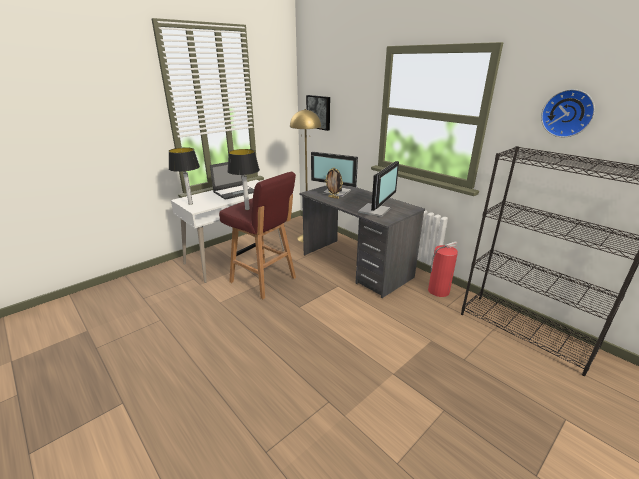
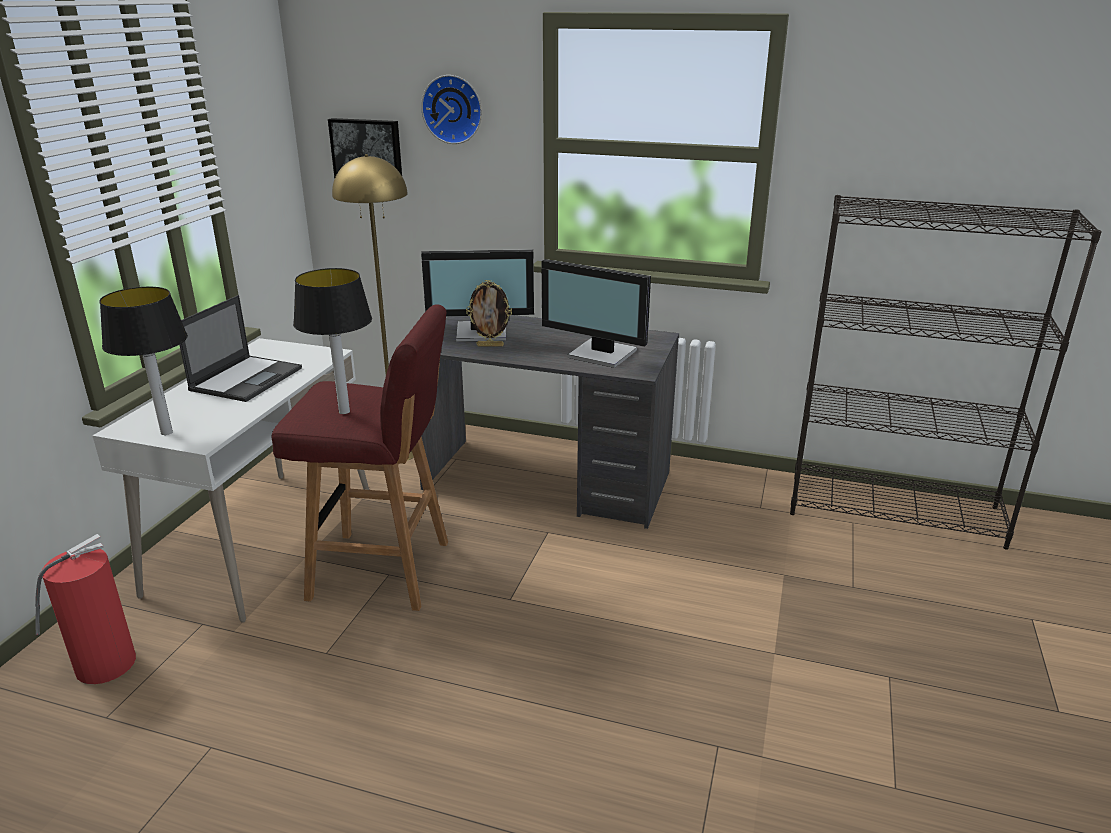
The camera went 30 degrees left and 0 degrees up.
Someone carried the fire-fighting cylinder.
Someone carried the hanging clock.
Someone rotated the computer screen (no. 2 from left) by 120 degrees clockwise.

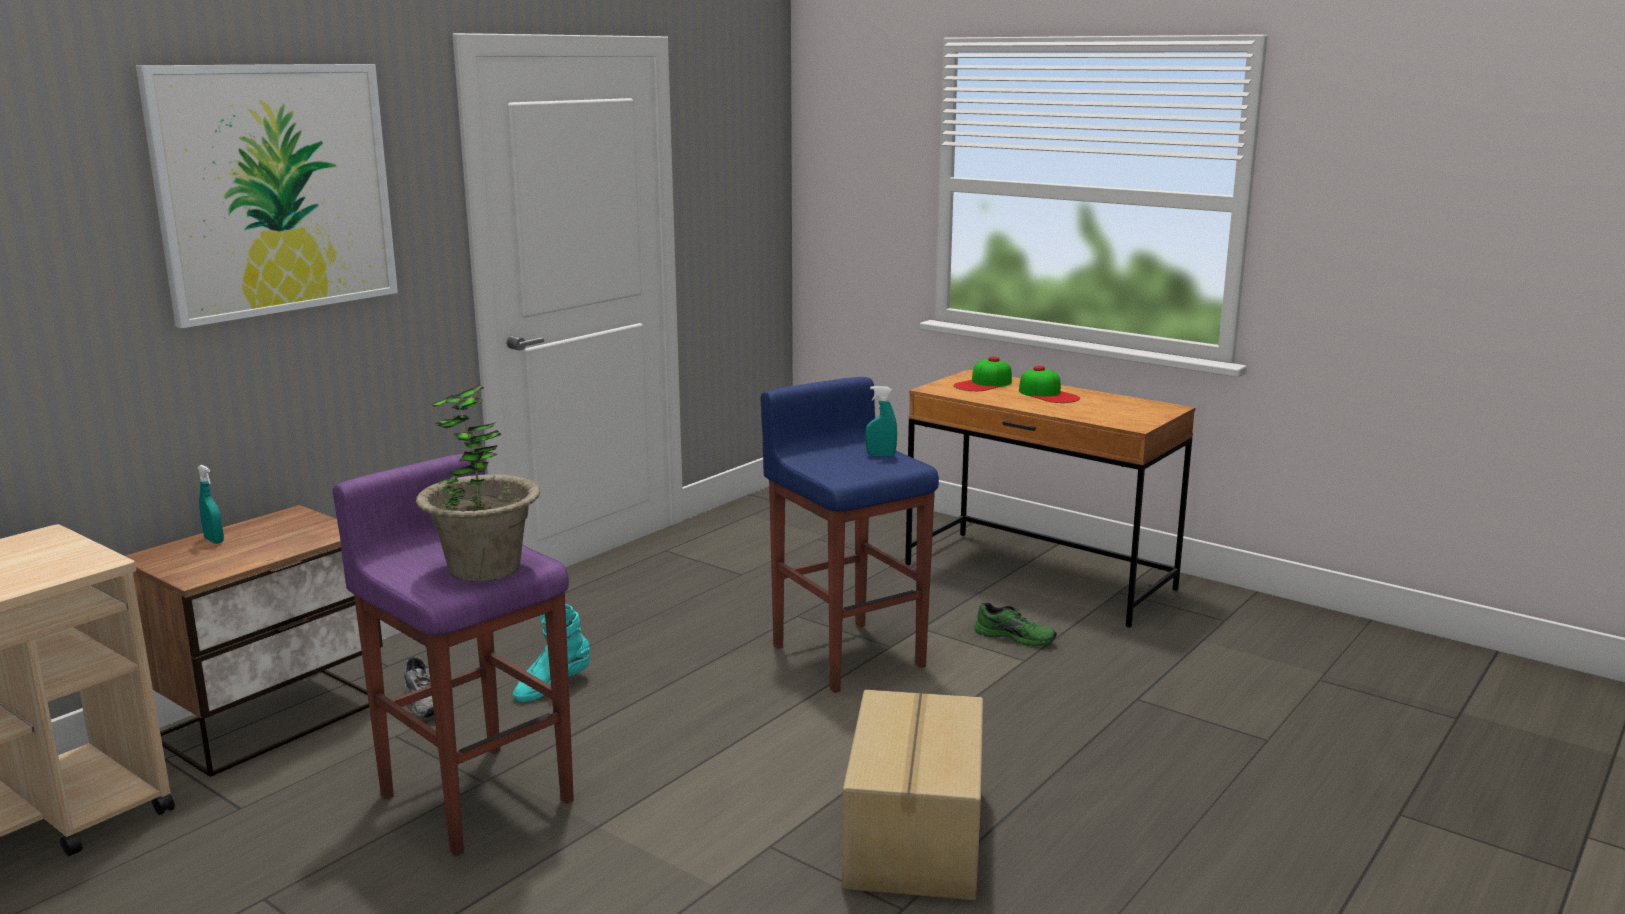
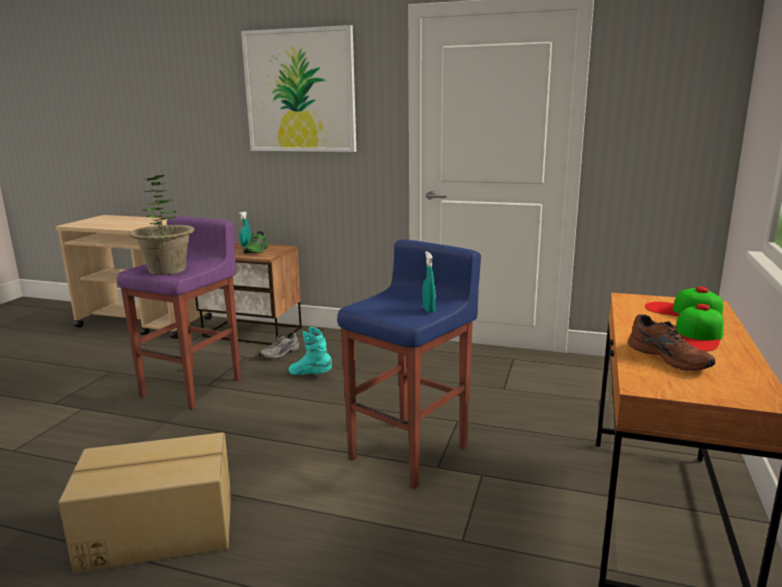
The camera went 70 degrees right and 0 degrees up.
Someone put down the brown-coloured item of footwear.
Someone carried the green item of footwear.

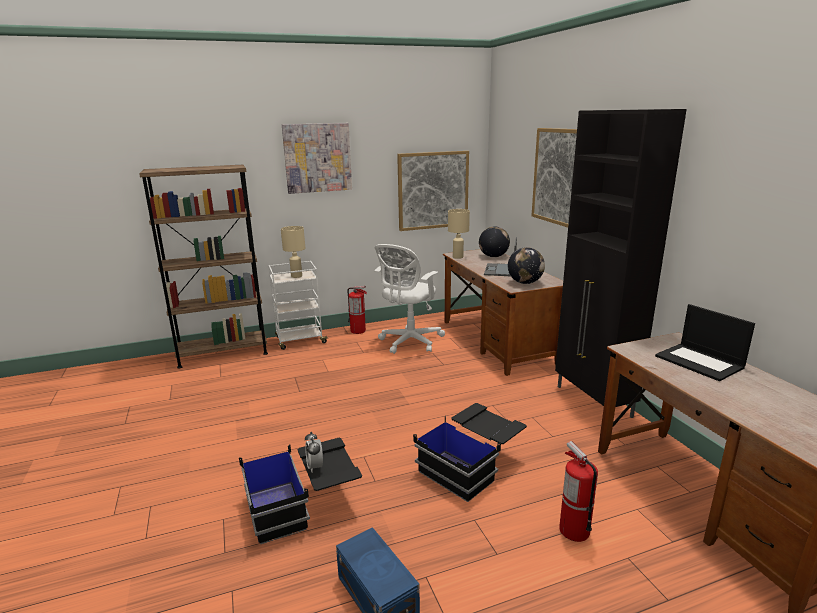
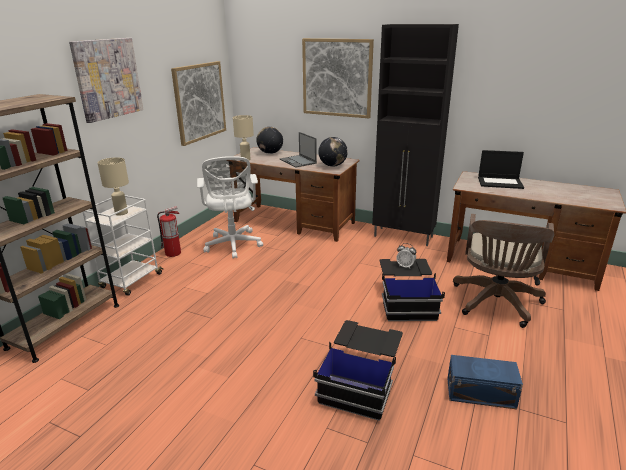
The camera went 45 degrees left and 5 degrees up.
Someone carried the bedside clock.
Someone swapped the fire-fighting cylinder (no. 2 from left) for the brown-coloured computer chair.

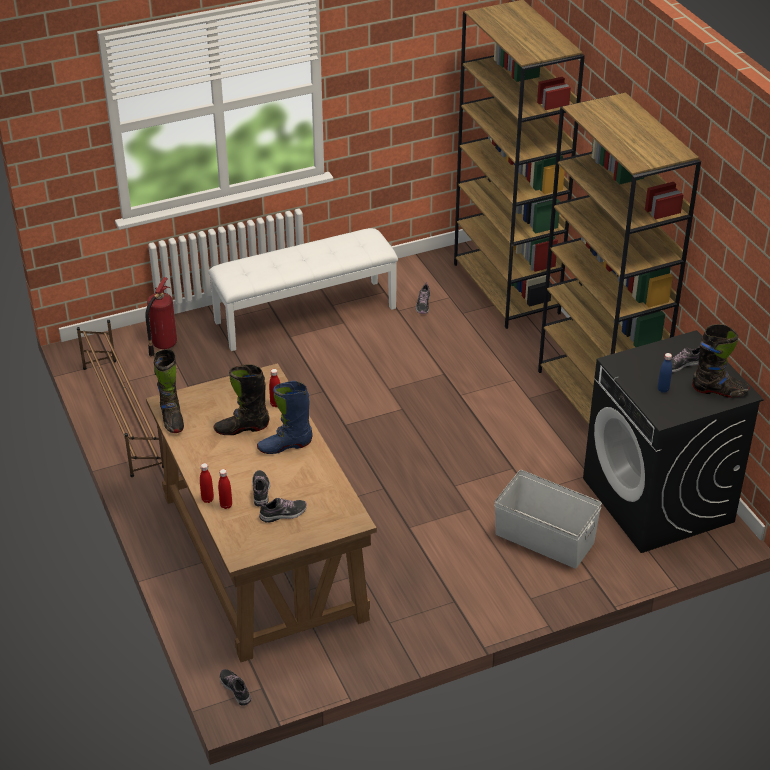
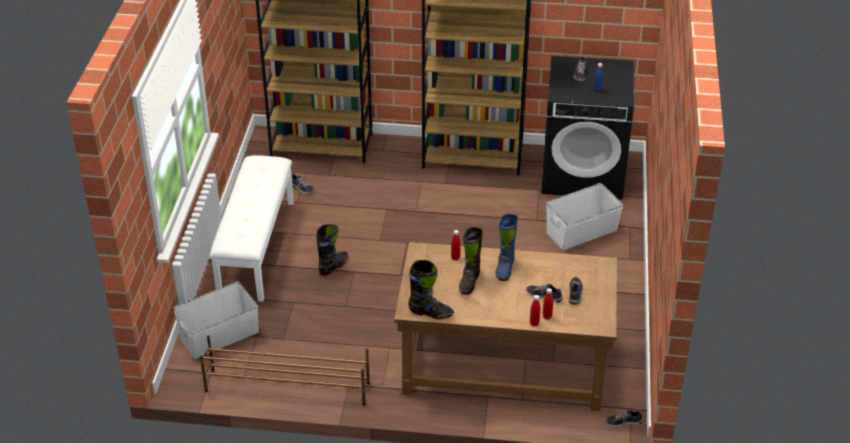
The camera went 60 degrees left and 0 degrees up.
Someone carried the black-coloured high-top boot (no. 3 from left in the first image).
Someone swapped the fire-fighting cylinder for the whitish storage bin (no. 1 from left).

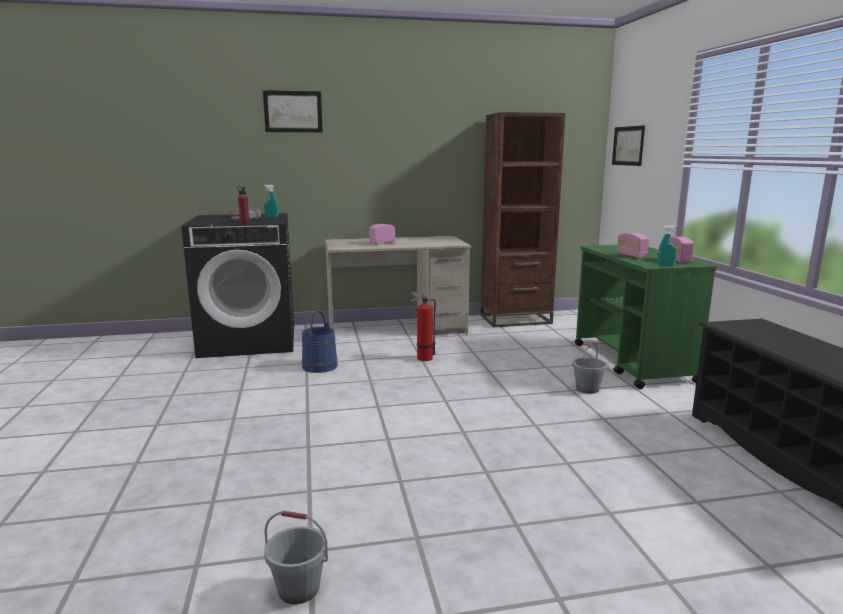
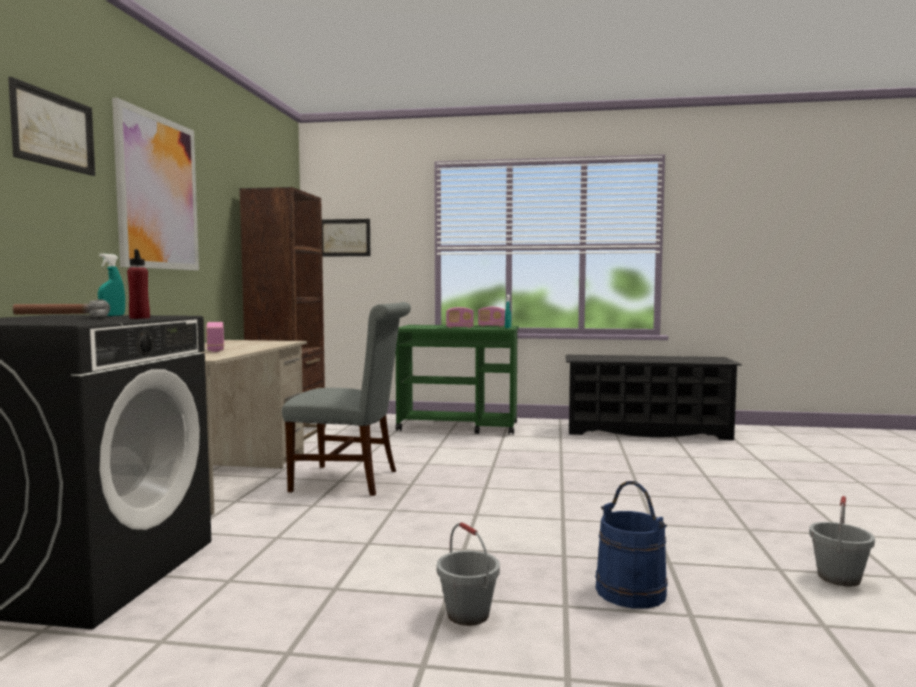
The camera went 70 degrees left and 10 degrees down.
Someone put up the wall picture (no. 2 from left).
Someone carried the blue-coloured bucket.
Someone carried the grey bucket (no. 2 from left in the first image).
Someone swapped the fire-fighting cylinder for the grey chair.

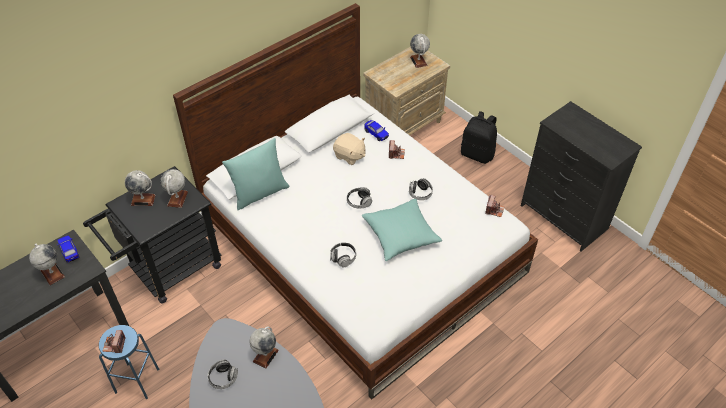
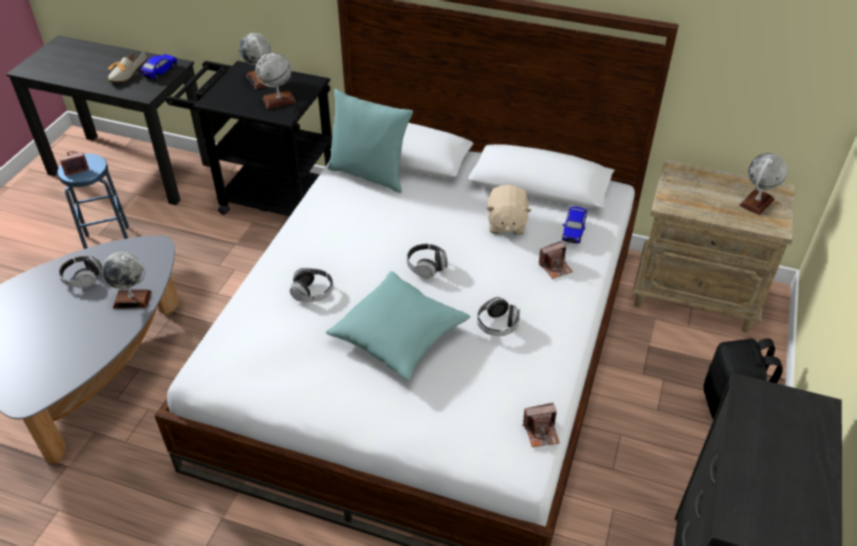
The camera went 60 degrees right and 5 degrees down.
Someone swapped the globe (no. 1 from left) for the item of footwear.

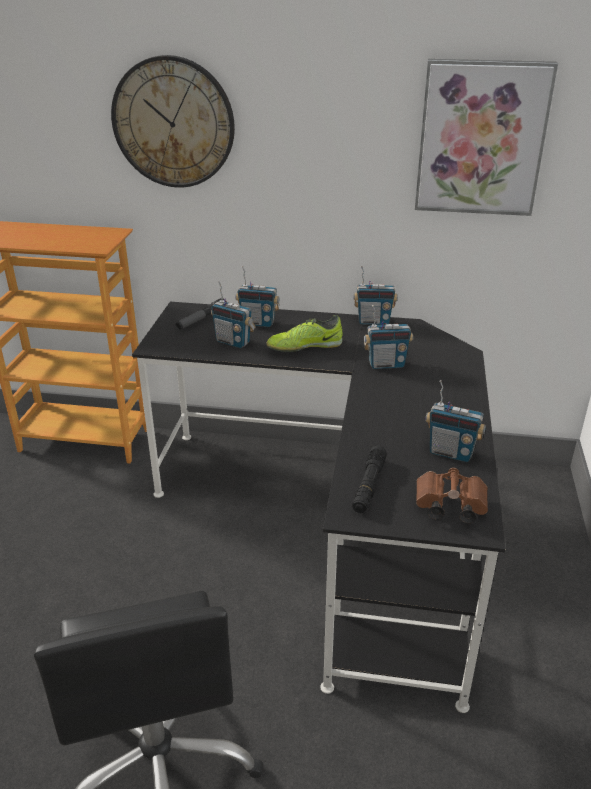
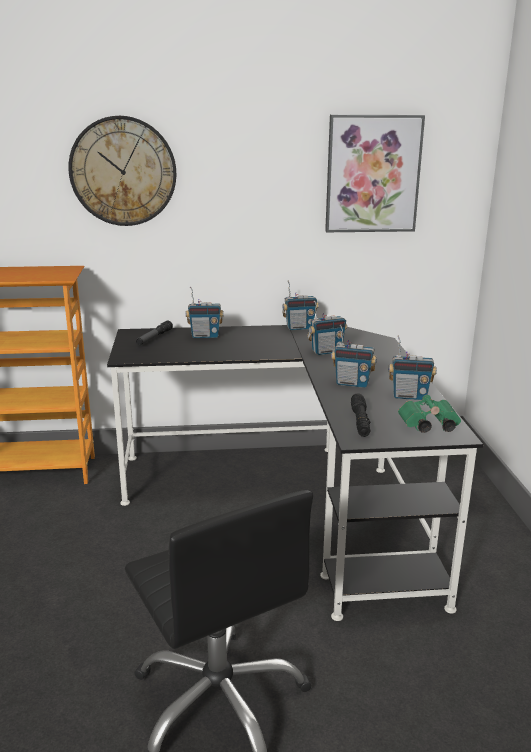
The camera went 15 degrees left and 10 degrees down.
Someone took away the item of footwear.
Someone carried the radio receiver (no. 1 from left in the first image).
Someone repainted the brown-coloured binoculars, which became the green binoculars.

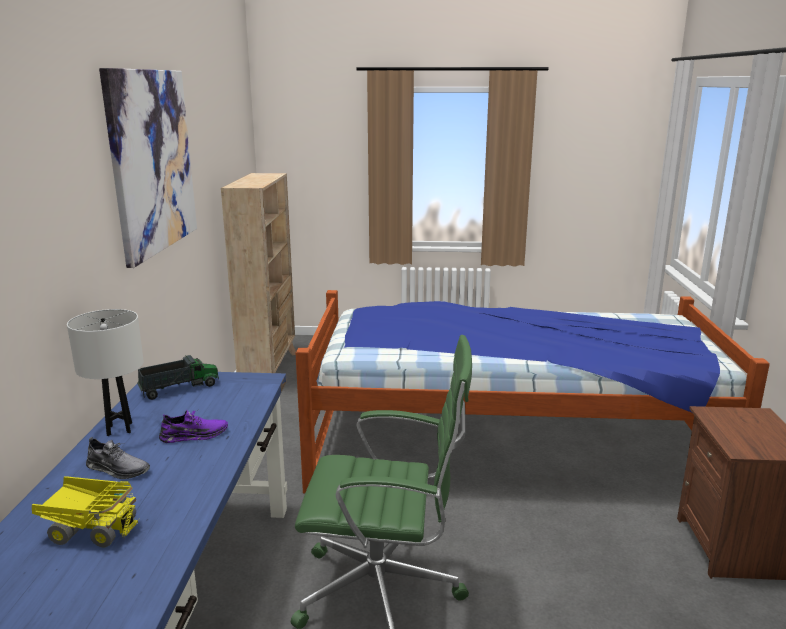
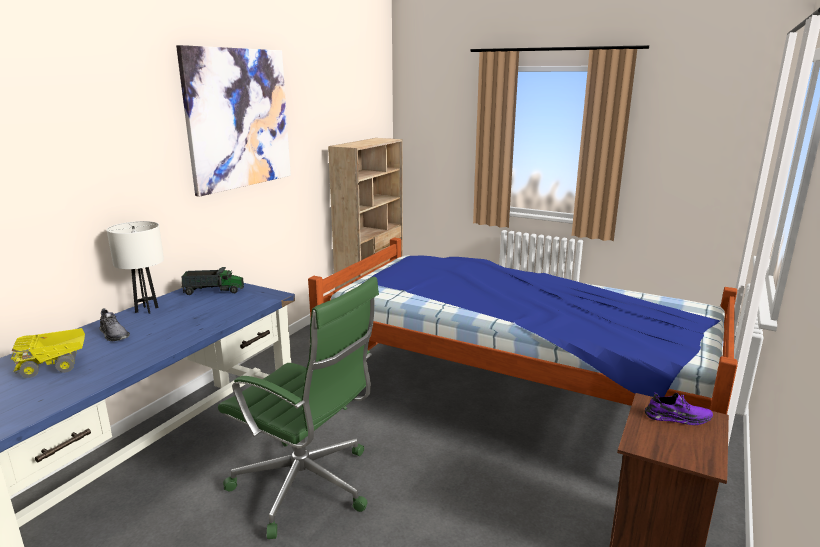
The camera went 25 degrees right and 0 degrees up.
Someone carried the purple-coloured item of footwear.
Someone rotated the model truck (no. 1 from left) by 120 degrees clockwise.

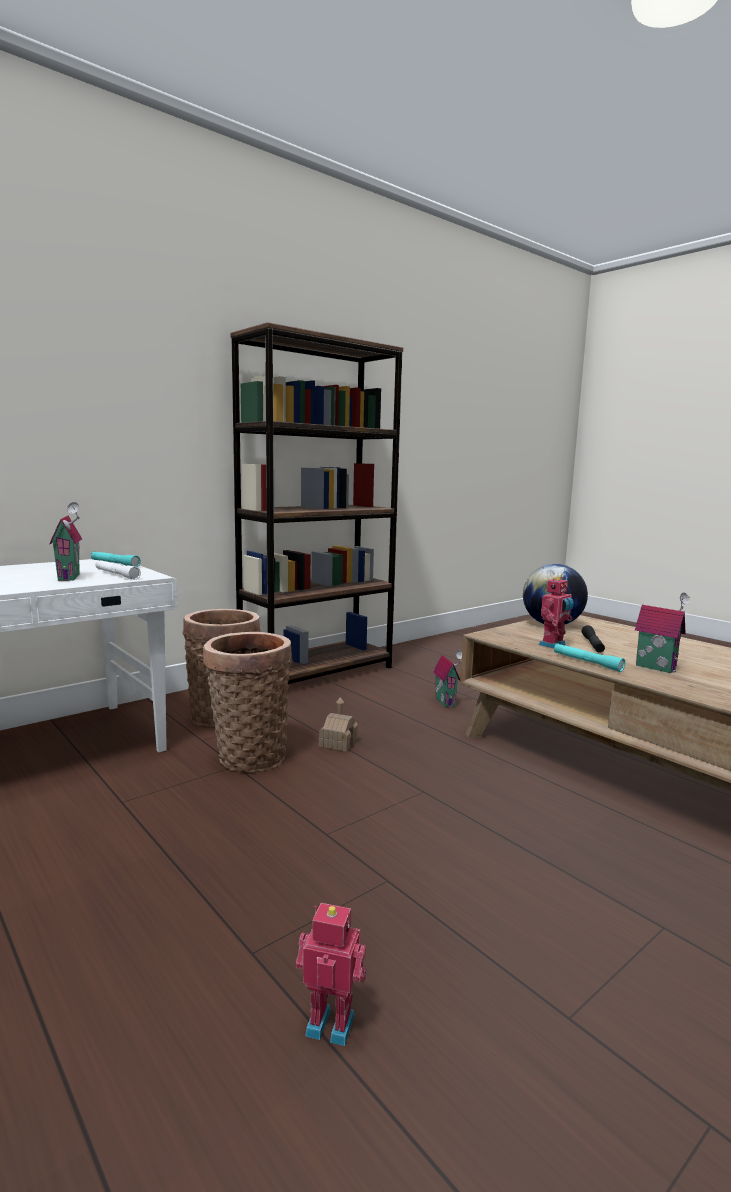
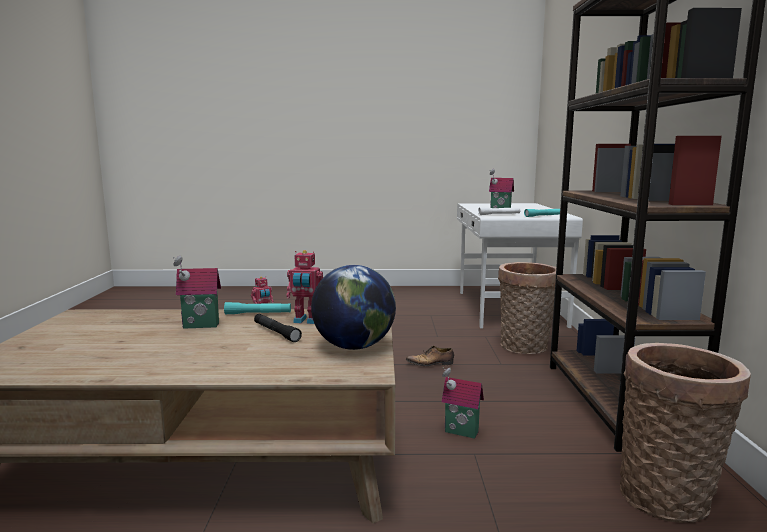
The camera went 130 degrees right and 0 degrees up.
Someone carried the basket (no. 2 from left).
Someone swapped the miniature house (no. 2 from left) for the item of footwear.
Someone rotated the toy robot (no. 2 from left) by 75 degrees counterclockwise.

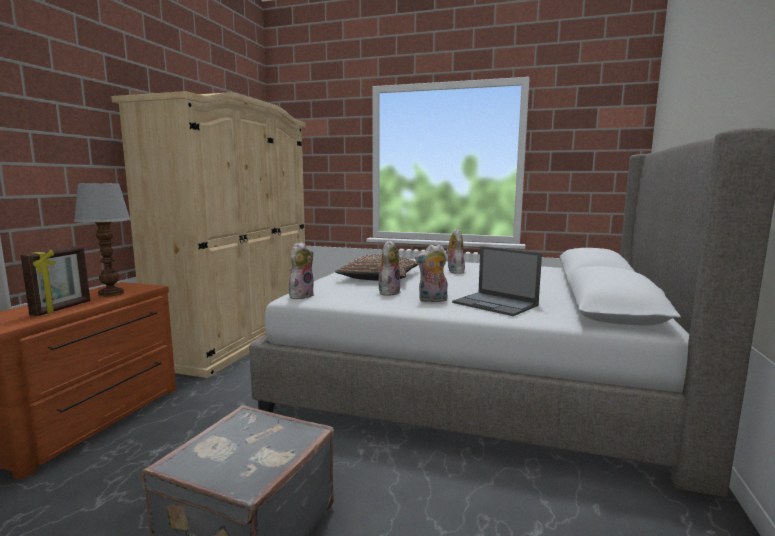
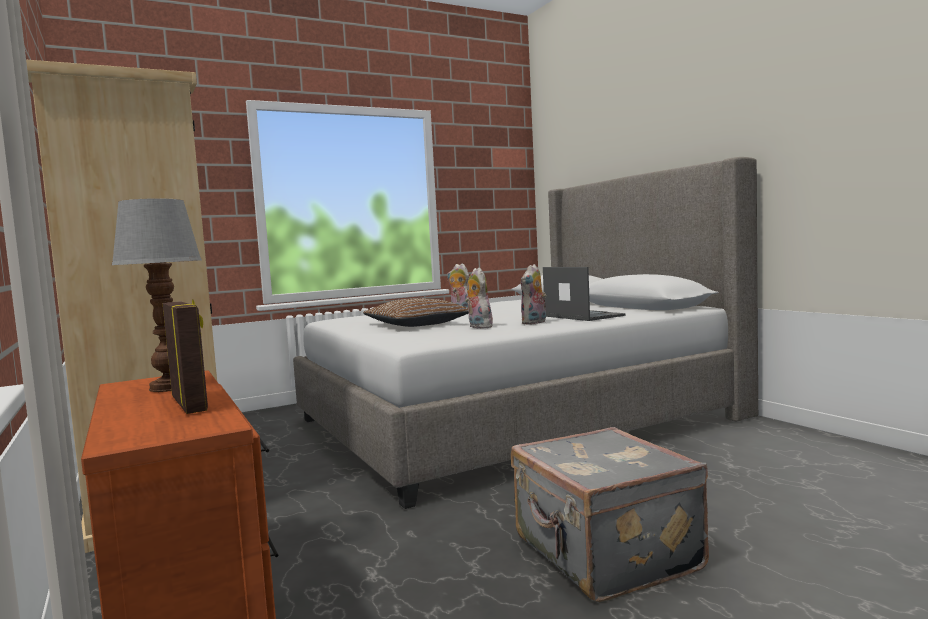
The camera went 45 degrees left and 5 degrees down.
Someone took away the plush toy (no. 1 from left).
Someone rotated the laptop by 120 degrees counterclockwise.

